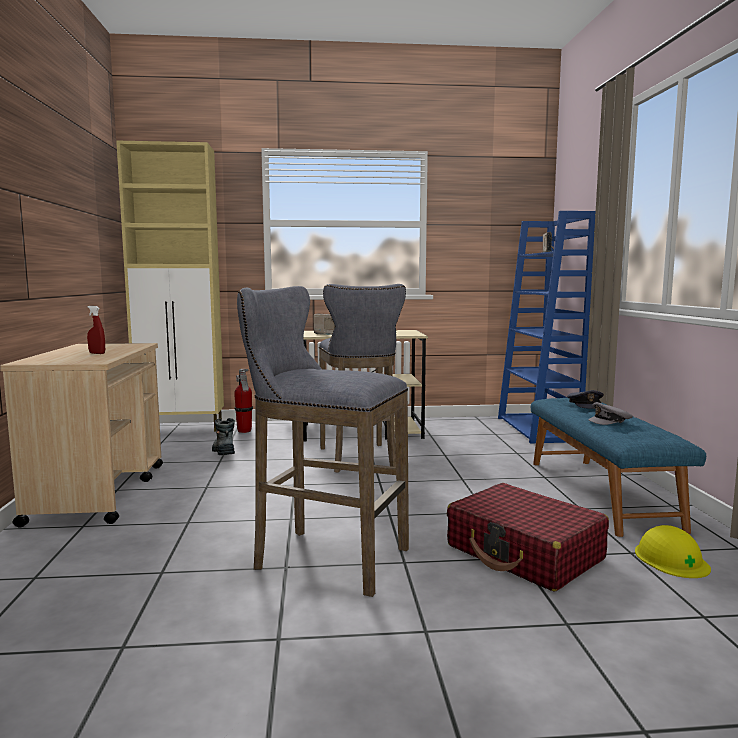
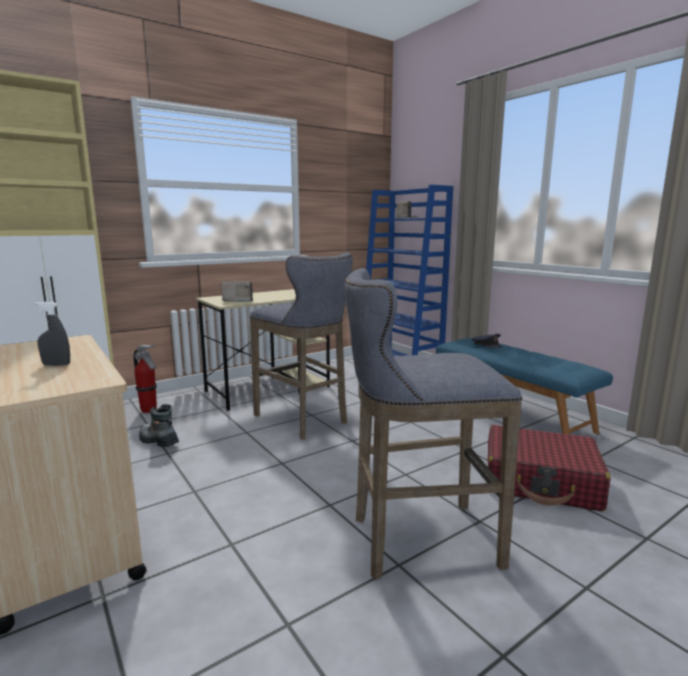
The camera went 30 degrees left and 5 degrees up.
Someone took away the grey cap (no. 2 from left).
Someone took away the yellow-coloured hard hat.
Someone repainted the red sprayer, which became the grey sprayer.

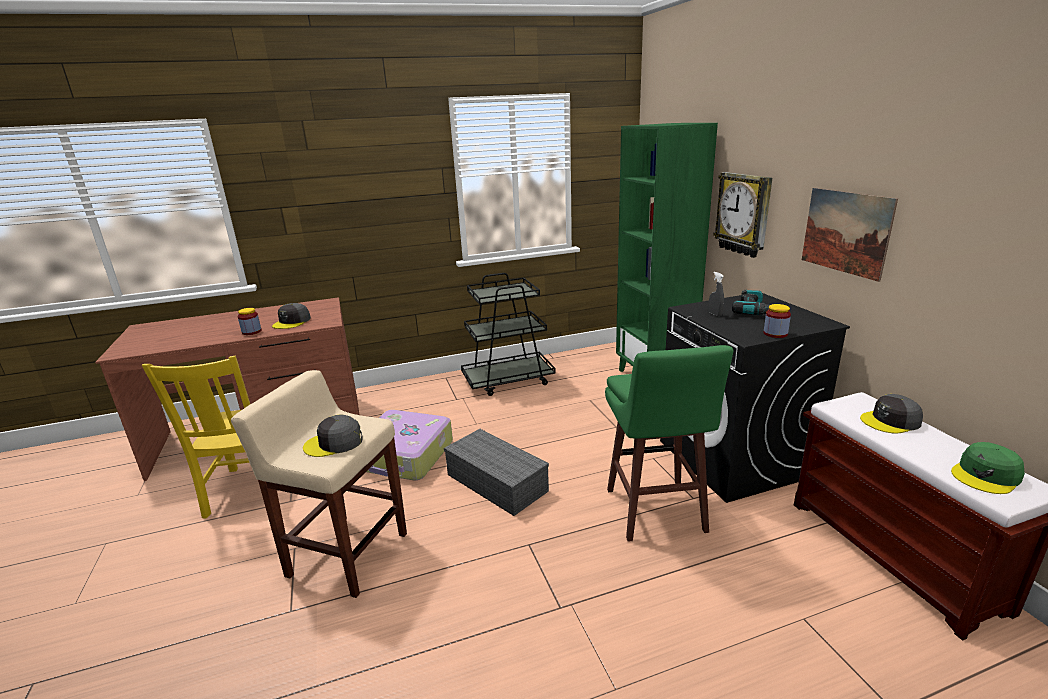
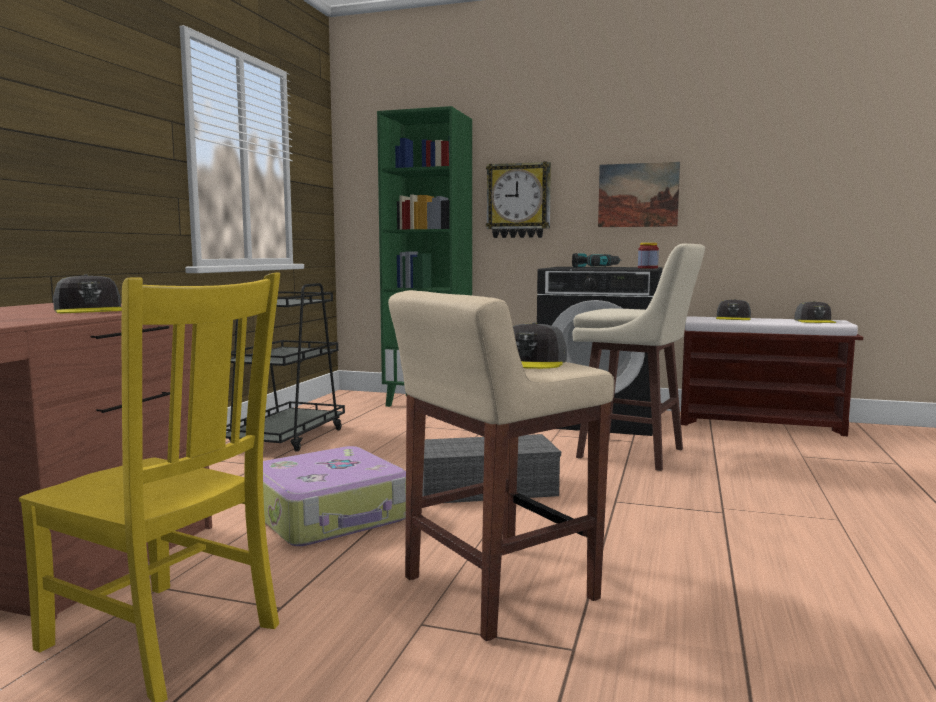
The camera went 55 degrees left and 15 degrees down.
Someone took away the storage jar (no. 1 from left).
Someone took away the grey sprayer.
Someone repainted the green stool seat, which became the beige stool seat (no. 2 from left).
Someone repainted the green cap, which became the grey cap (no. 4 from left).

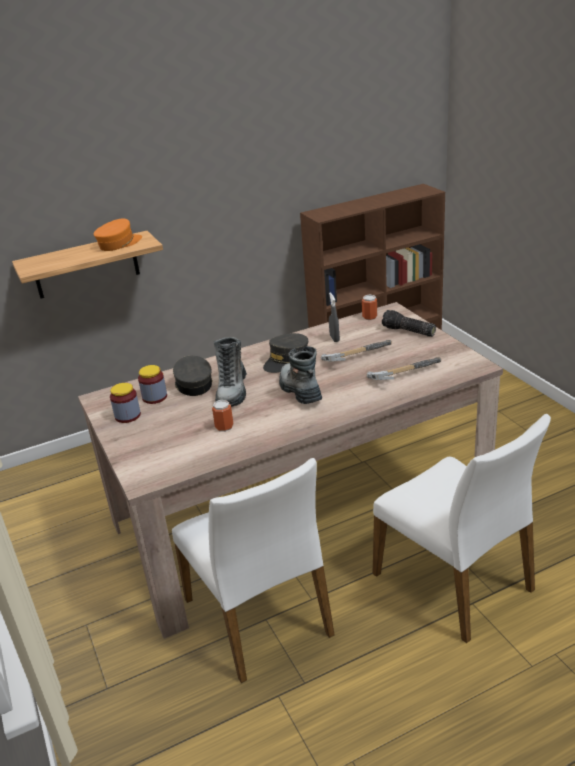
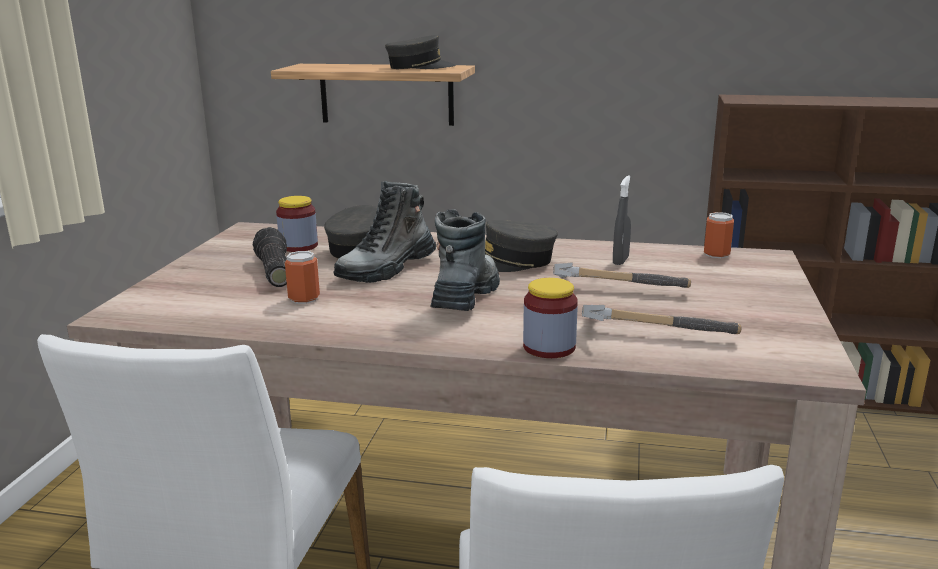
The camera went 35 degrees right and 10 degrees down.
Someone carried the storage jar (no. 1 from left in the first image).
Someone carried the hand torch.
Someone repainted the orange-coloured cap, which became the grey cap (no. 2 from left).

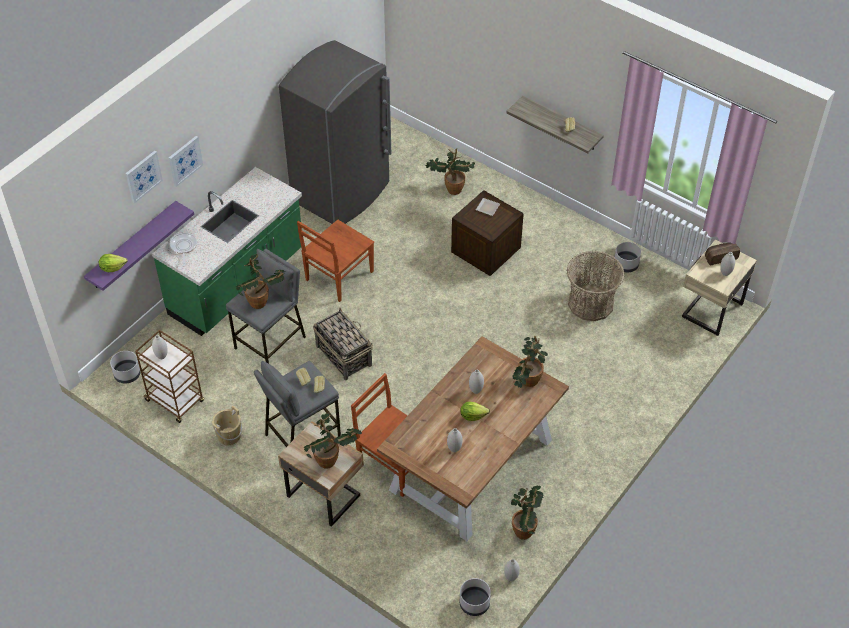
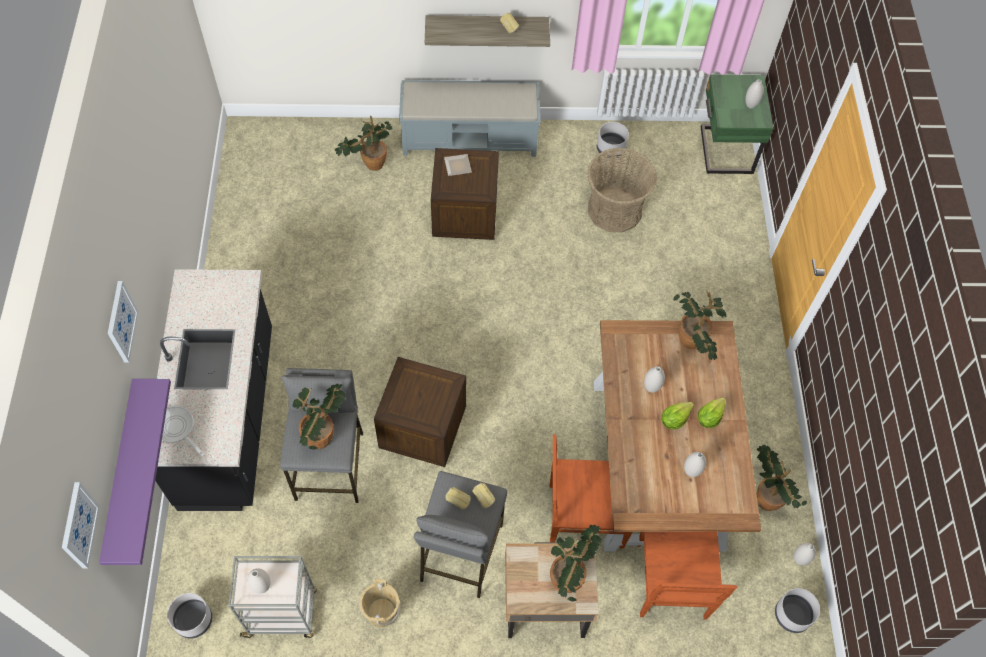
The camera went 40 degrees left and 10 degrees up.
Someone took away the grey kitchen fridge.
Someone took away the bakery bread (no. 4 from left).
Someone put down the grey indoor bench.
Someone carried the lettuce head (no. 1 from left in the first image).
Someone carried the wall picture (no. 1 from left).
Someone carried the brown-coloured chair (no. 1 from left in the first image).
Someone swapped the basket (no. 1 from left) for the crate (no. 1 from left).
Someone repainted the brown-coloured trolley, which became the grey trolley.
Someone repainted the green kitchen base unit, which became the black-coloured kitchen base unit.
Someone repainted the beige bedside table (no. 2 from left), which became the green bedside table.

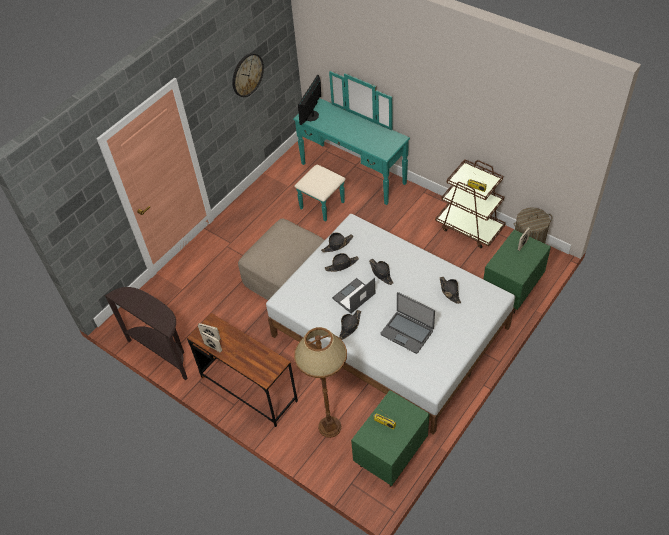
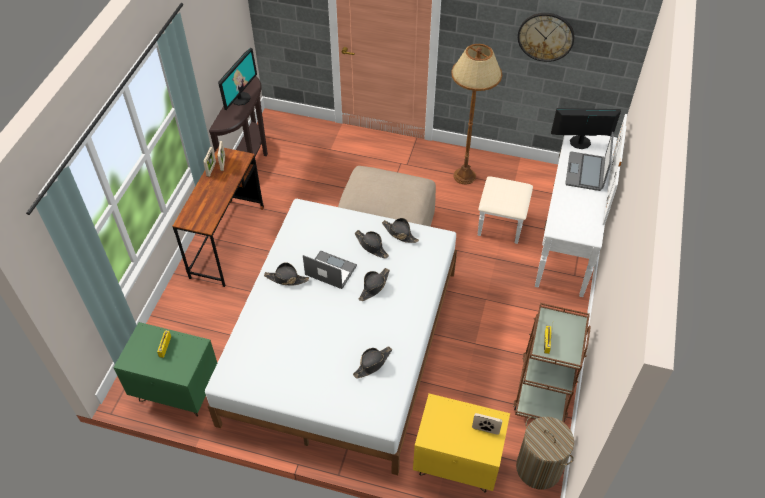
The camera went 65 degrees right and 0 degrees up.
Someone put down the computer screen (no. 1 from left).
Someone carried the brown-coloured floor lamp.
Someone carried the laptop (no. 2 from left).
Someone repainted the blue-green drawer chest, which became the whitish drawer chest.
Someone repainted the green bedside table (no. 2 from left), which became the yellow-coloured bedside table.

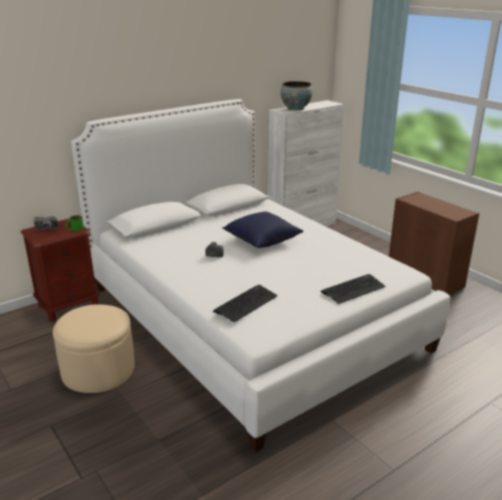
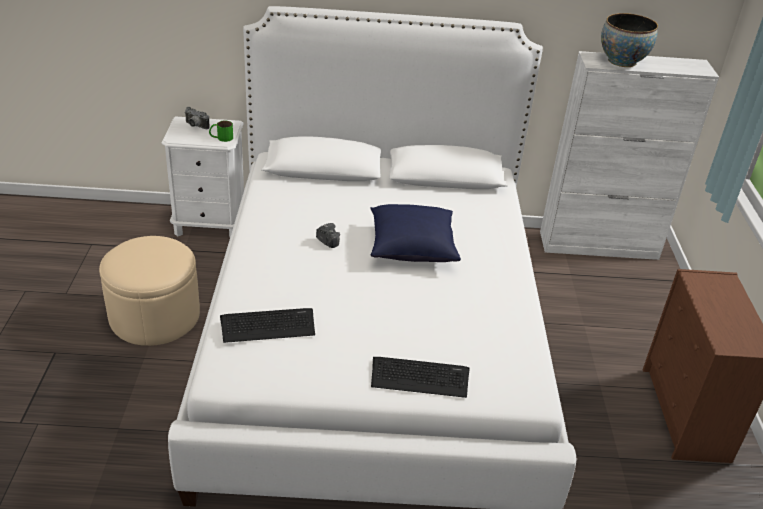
The camera went 35 degrees right and 10 degrees up.
Someone repainted the brown-coloured bedside table, which became the whitish bedside table.

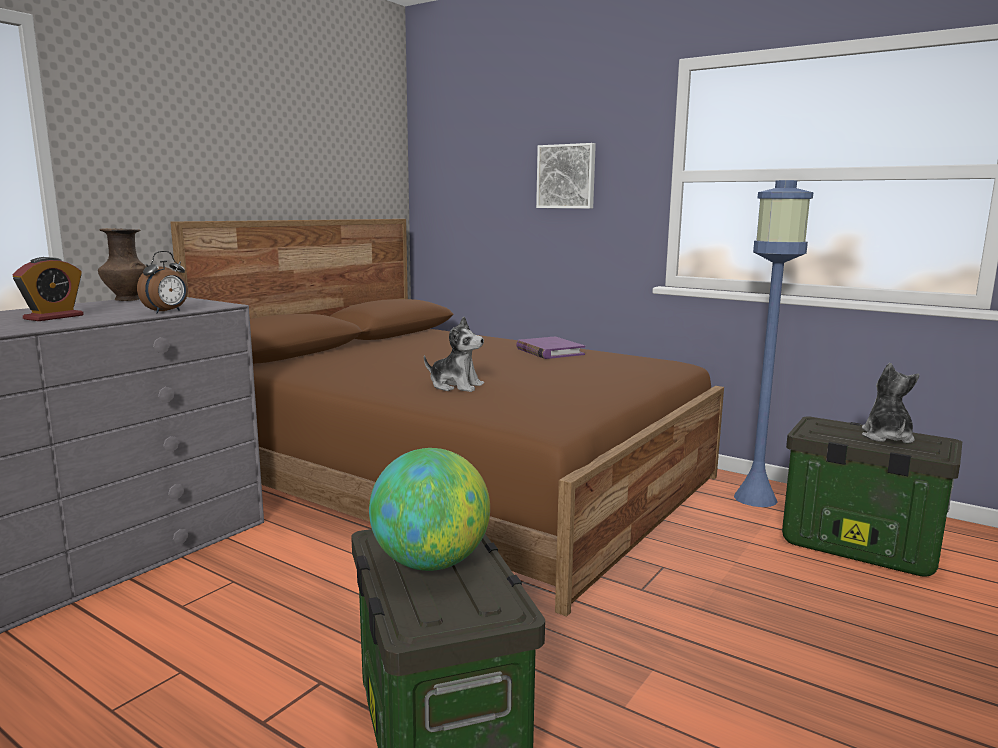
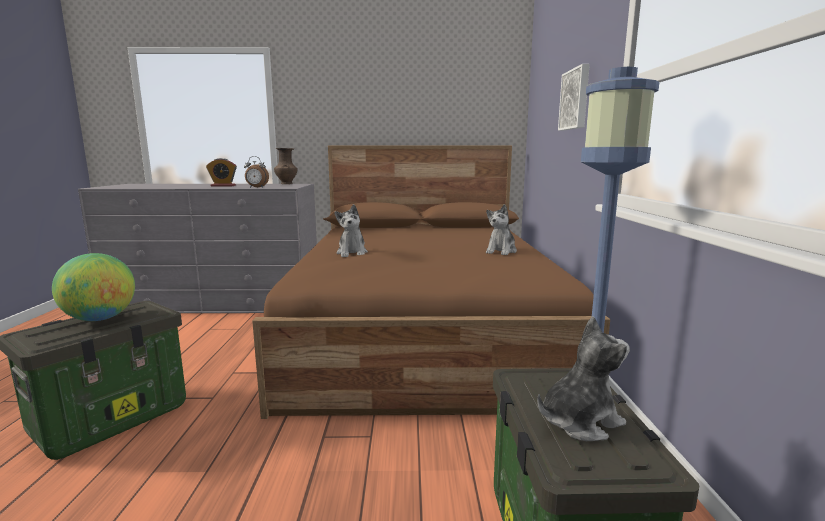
The camera went 55 degrees right and 0 degrees up.
Someone swapped the purple-coloured volume for the plush toy (no. 2 from left).

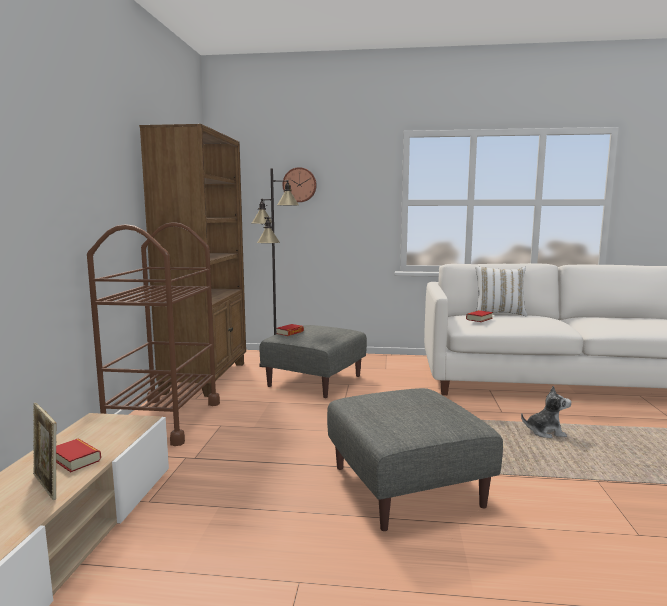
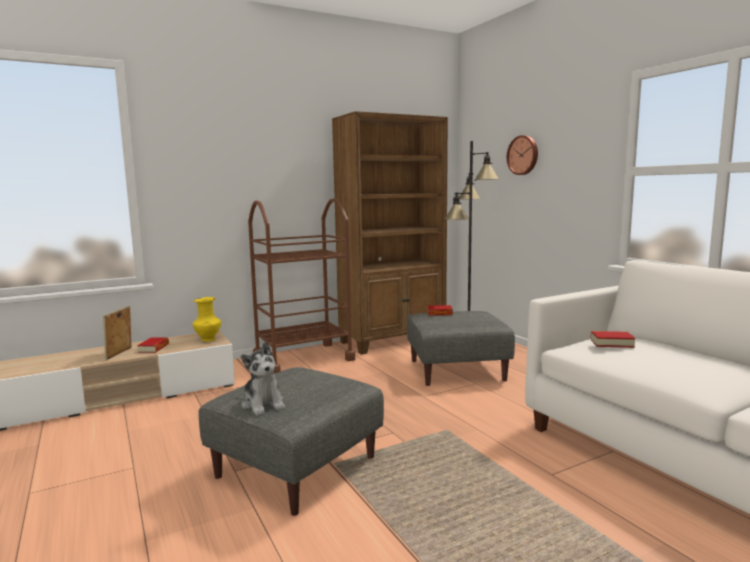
The camera went 55 degrees right and 0 degrees up.
Someone took away the whitish pillow.
Someone put down the yellow-coloured vase.
Someone carried the plush toy.

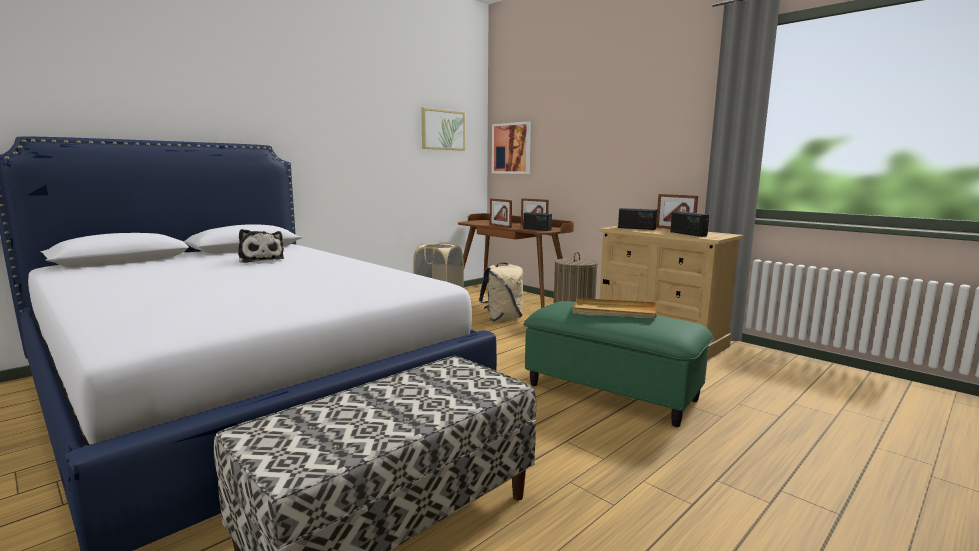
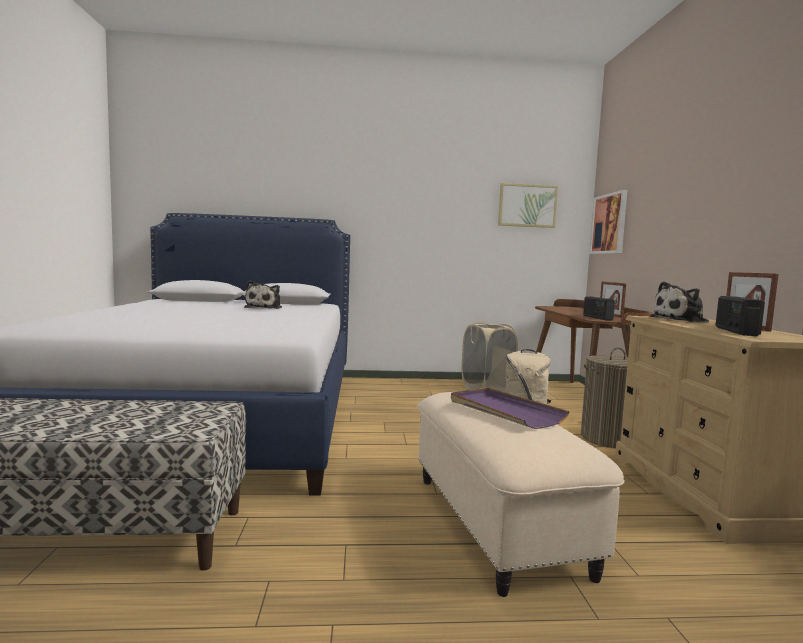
The camera went 40 degrees right and 5 degrees down.
Someone took away the standing frame (no. 1 from left).
Someone swapped the radio receiver (no. 2 from left) for the plush toy (no. 2 from left).
Someone repainted the green pouffe, which became the beige pouffe.
Someone repainted the beige carrying tray, which became the purple-coloured carrying tray.

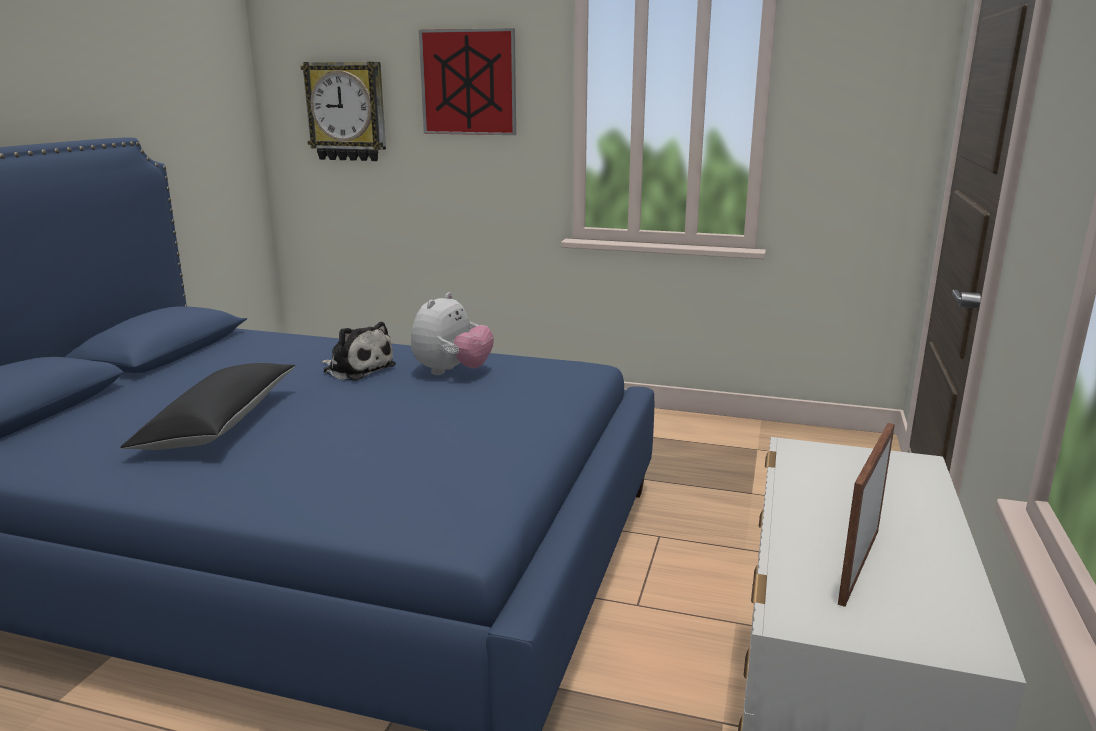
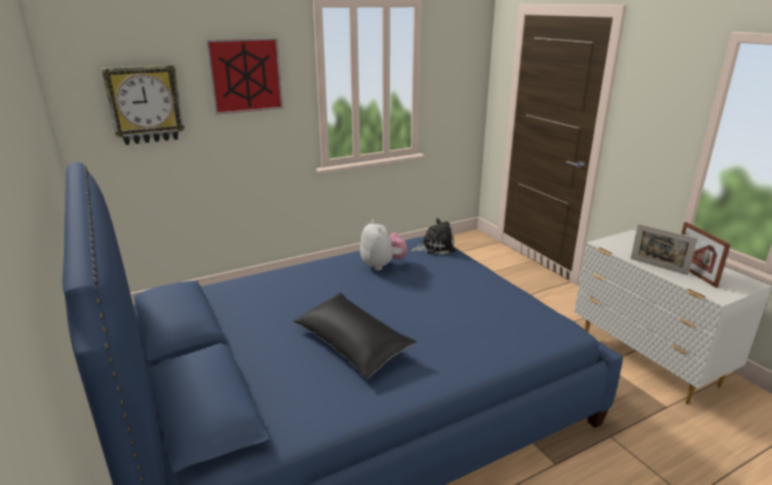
The camera went 45 degrees left and 5 degrees up.
Someone put down the standing frame (no. 1 from left).
Someone carried the plush toy (no. 1 from left in the first image).

